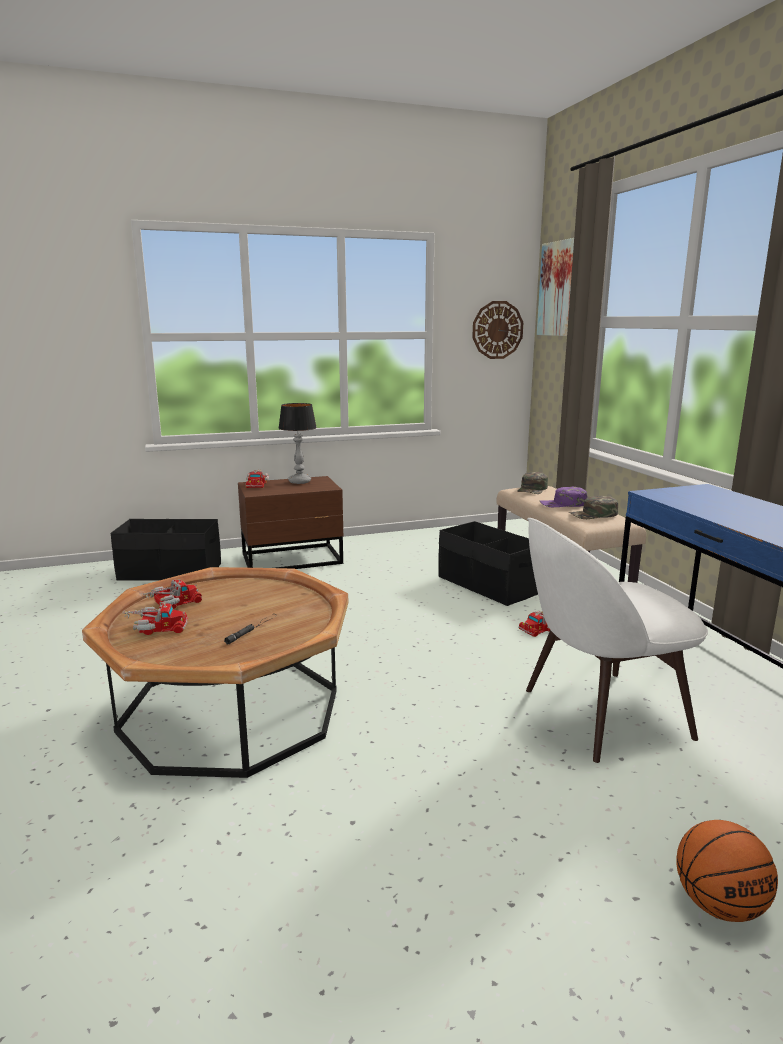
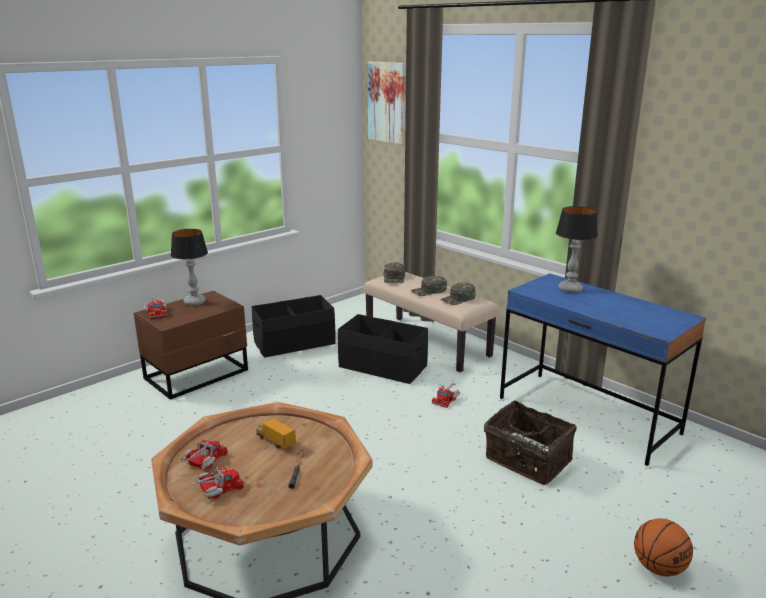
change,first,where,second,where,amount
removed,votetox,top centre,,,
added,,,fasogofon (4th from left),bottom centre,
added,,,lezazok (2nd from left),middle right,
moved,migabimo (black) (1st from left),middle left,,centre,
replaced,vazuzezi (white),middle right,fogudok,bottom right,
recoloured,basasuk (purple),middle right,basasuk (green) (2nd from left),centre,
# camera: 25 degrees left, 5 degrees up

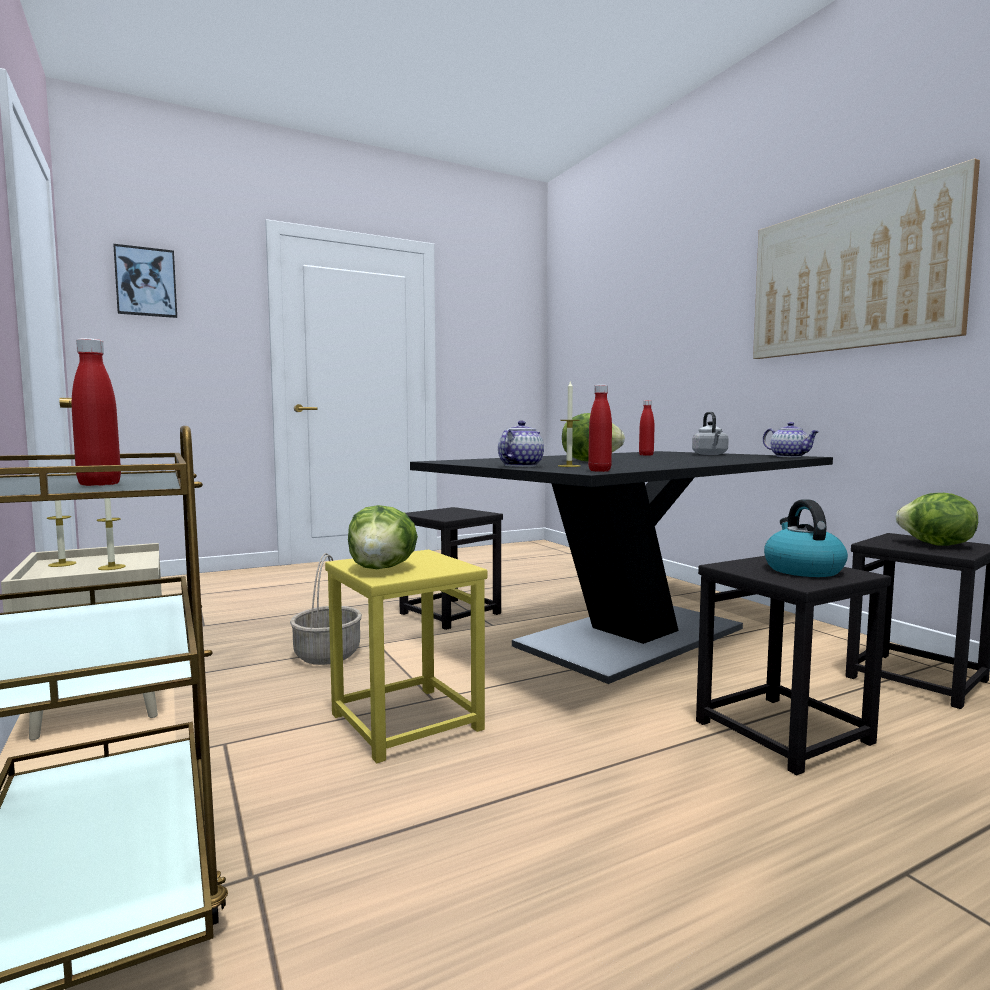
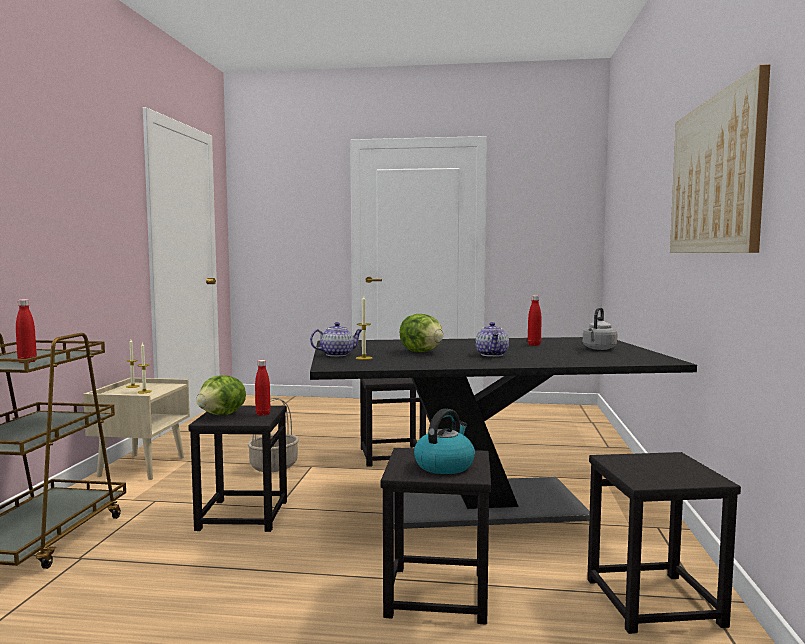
change,first,where,second,where,amount
removed,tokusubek (1st from left),top left,,,
removed,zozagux (3rd from left),middle right,,,
moved,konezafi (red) (2nd from left),centre,,middle left,
moved,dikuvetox (2nd from left),middle right,,centre,
recoloured,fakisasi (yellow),centre,fakisasi (black) (1st from left),bottom left,
# camera: 35 degrees right, 0 degrees up

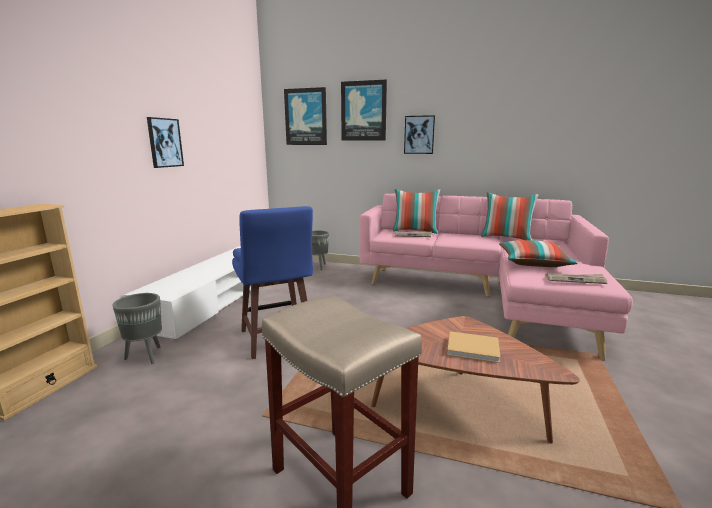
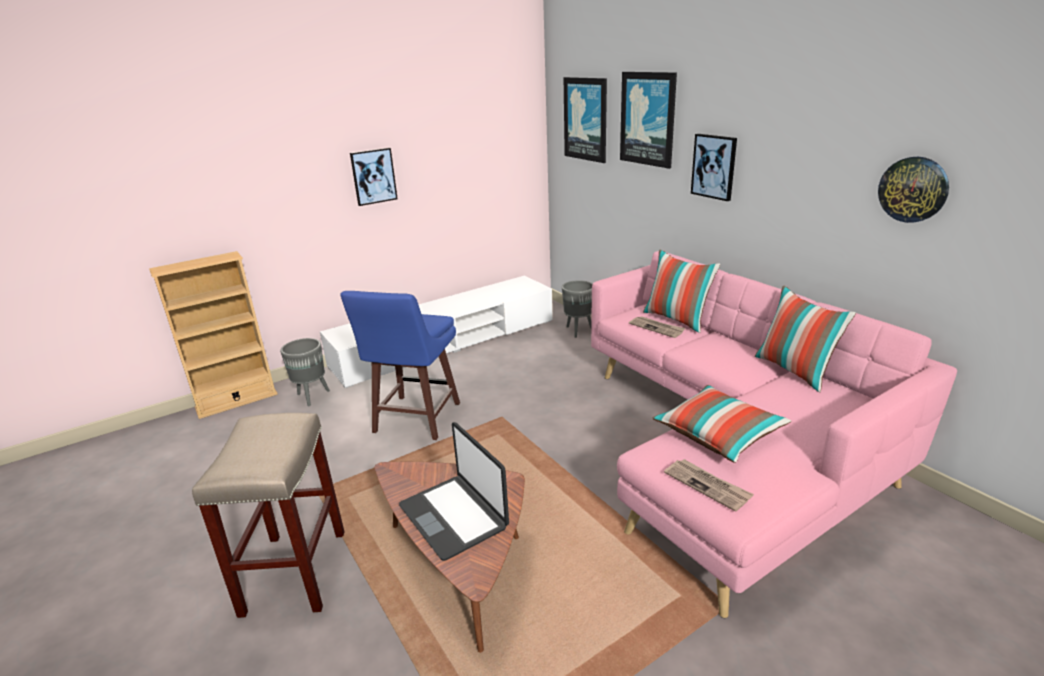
change,first,where,second,where,amount
added,,,votetox,top right,
replaced,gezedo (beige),bottom centre,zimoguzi,bottom centre,
# camera: 40 degrees right, 10 degrees up

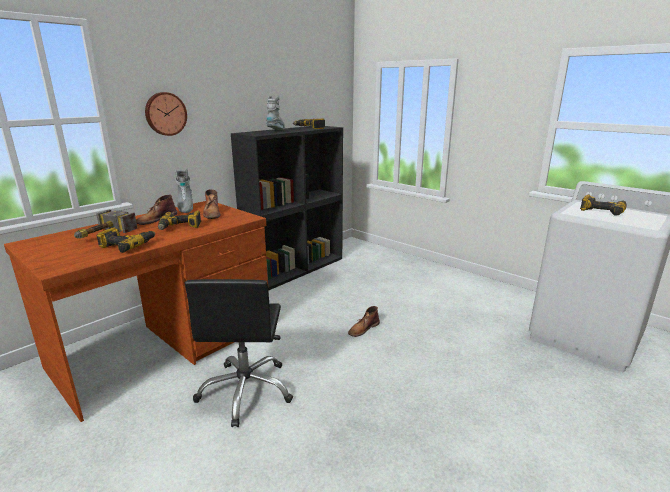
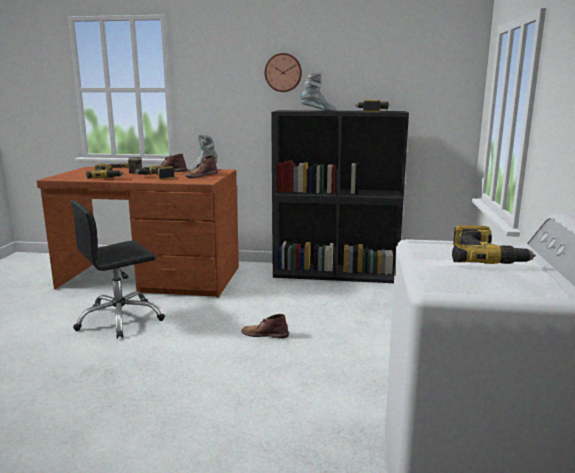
change,first,where,second,where,amount
moved,votetox,top left,,top centre,
# camera: 55 degrees right, 5 degrees down

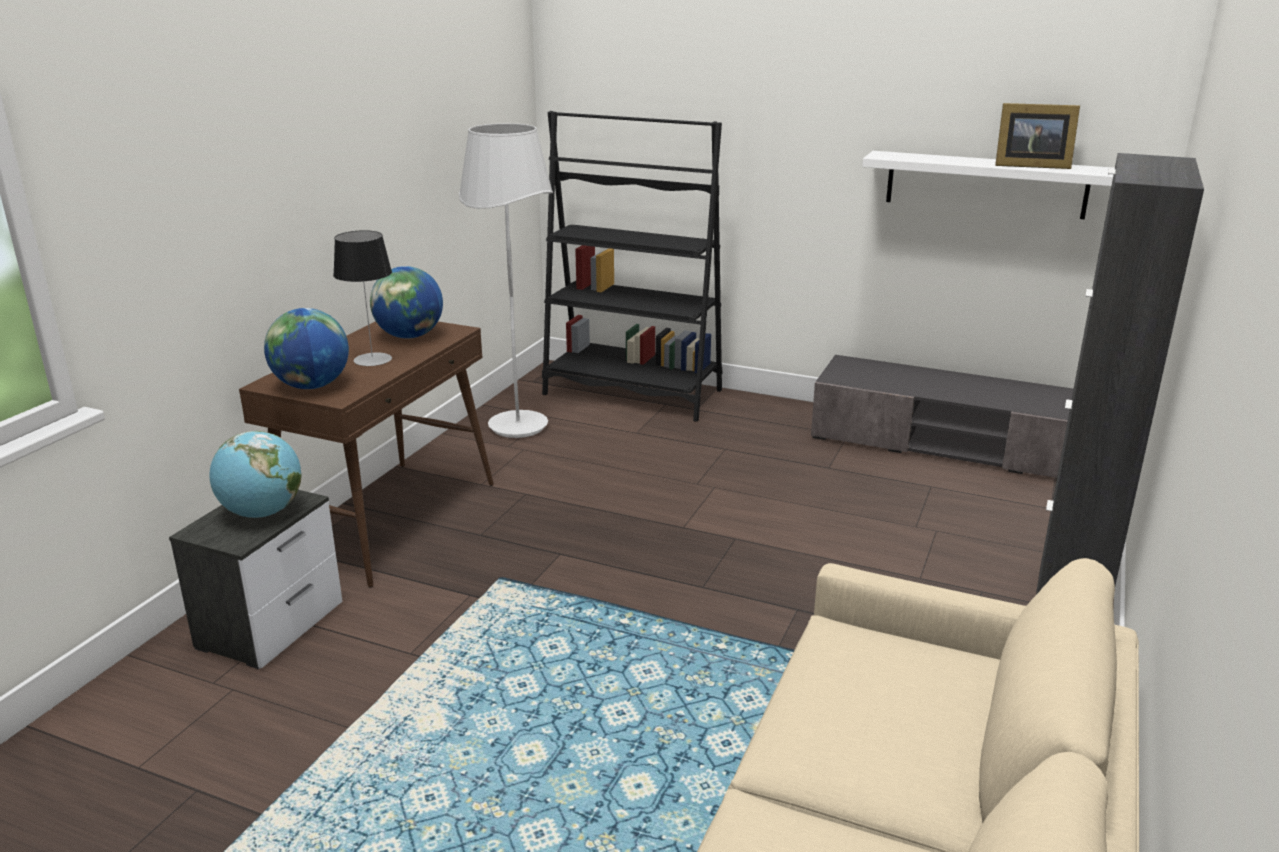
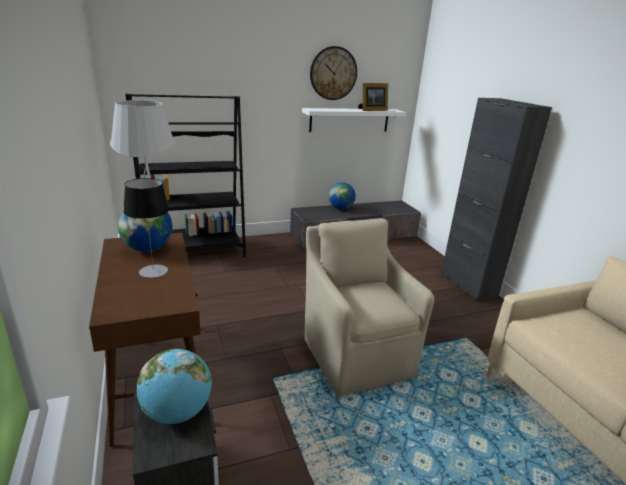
change,first,where,second,where,amount
added,,,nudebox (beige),centre,
added,,,votetox,top centre,
moved,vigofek (2nd from left in the first image),middle left,vigofek (3rd from left),centre,
# camera: 45 degrees left, 0 degrees up

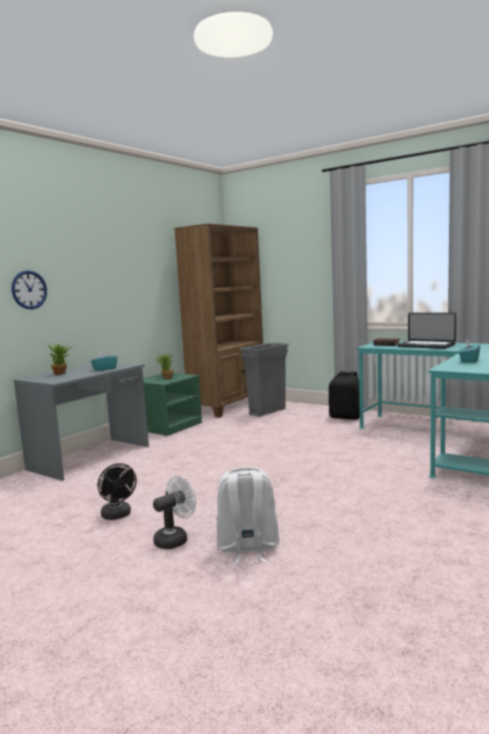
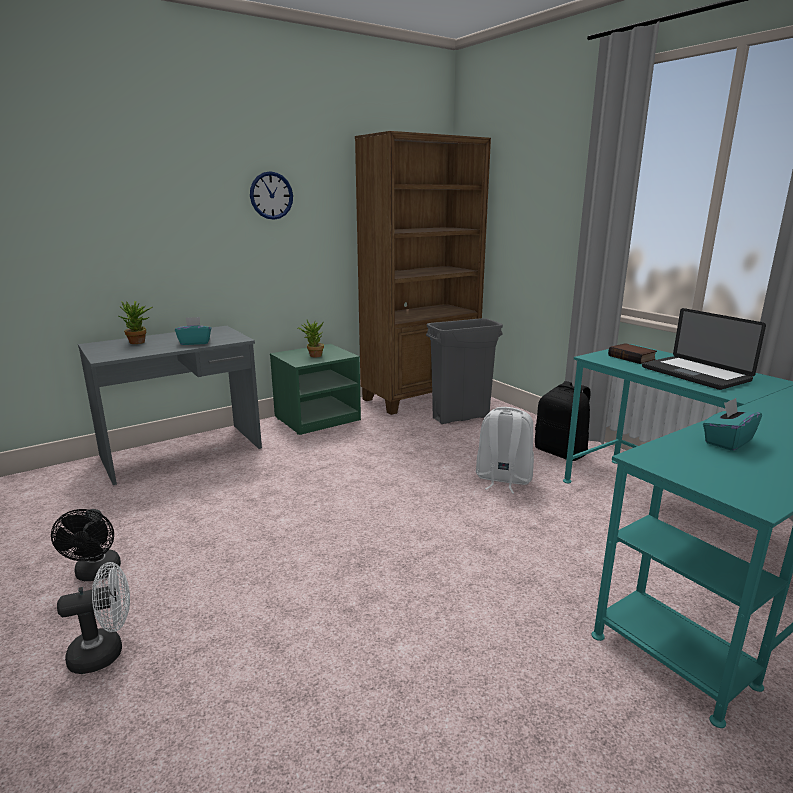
change,first,where,second,where,amount
moved,votetox,middle left,,top centre,
moved,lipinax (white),bottom centre,,centre,
# camera: 20 degrees right, 10 degrees up

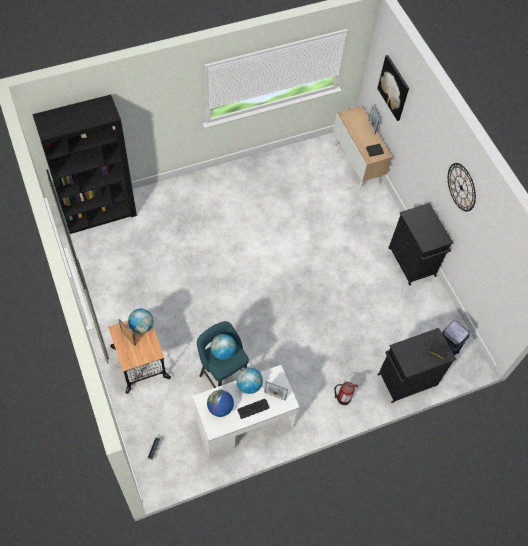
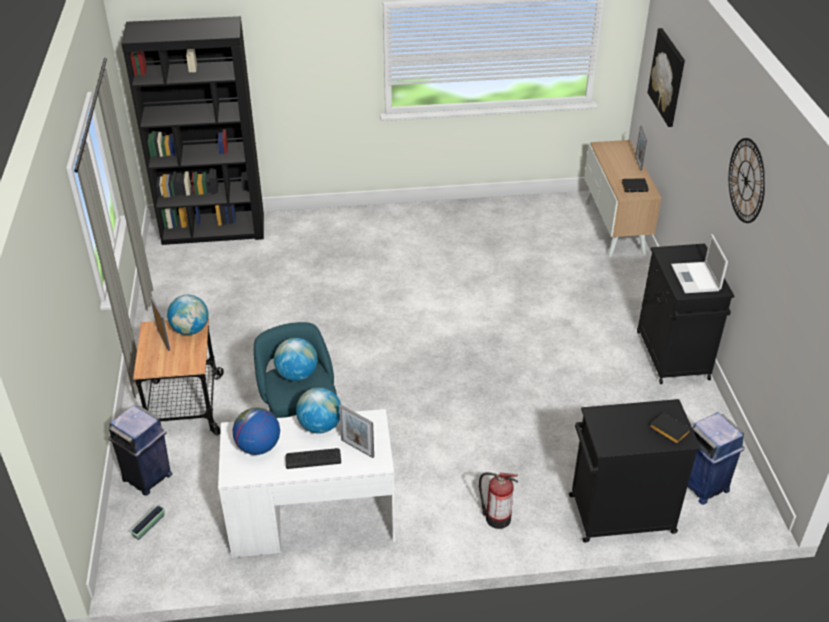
change,first,where,second,where,amount
added,,,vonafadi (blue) (1st from left),bottom left,
added,,,zimoguzi,middle right,
# camera: 20 degrees right, 20 degrees down

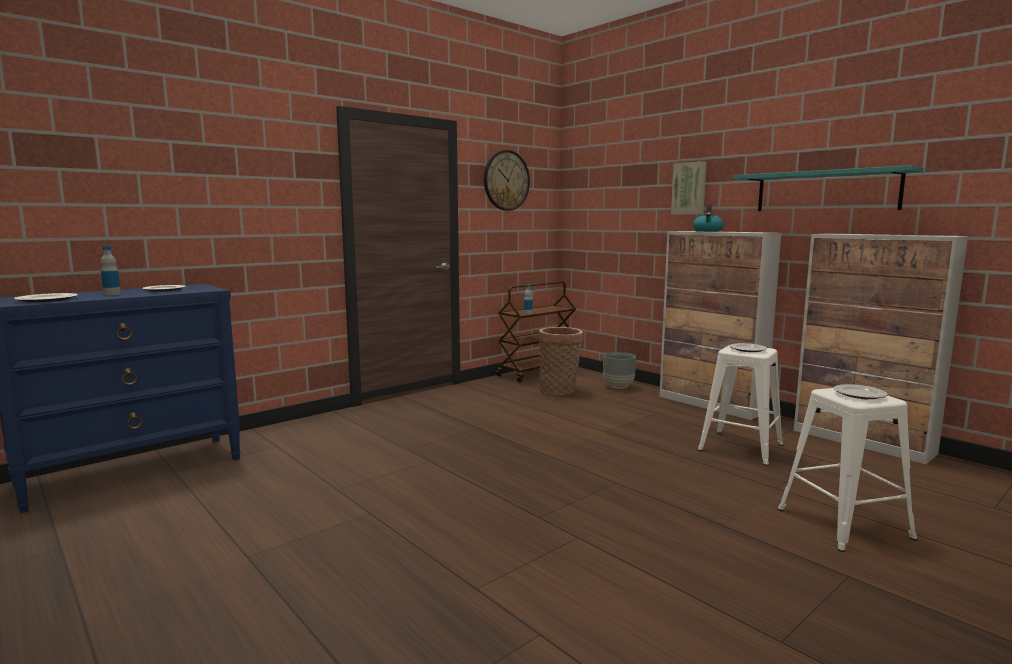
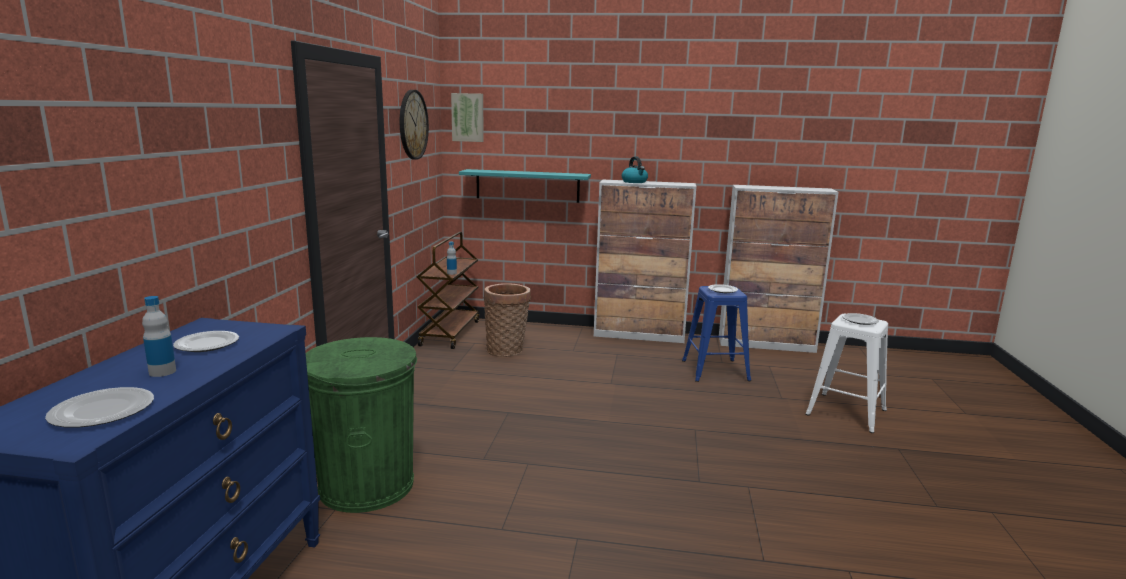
change,first,where,second,where,amount
removed,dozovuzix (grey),centre,,,
added,,,vonafadi (green),bottom left,
moved,tokusubek,top right,,top centre,
moved,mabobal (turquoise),top right,,top centre,
recoloured,fakisasi (white) (1st from left),middle right,fakisasi (blue),centre,
# camera: 40 degrees left, 5 degrees up

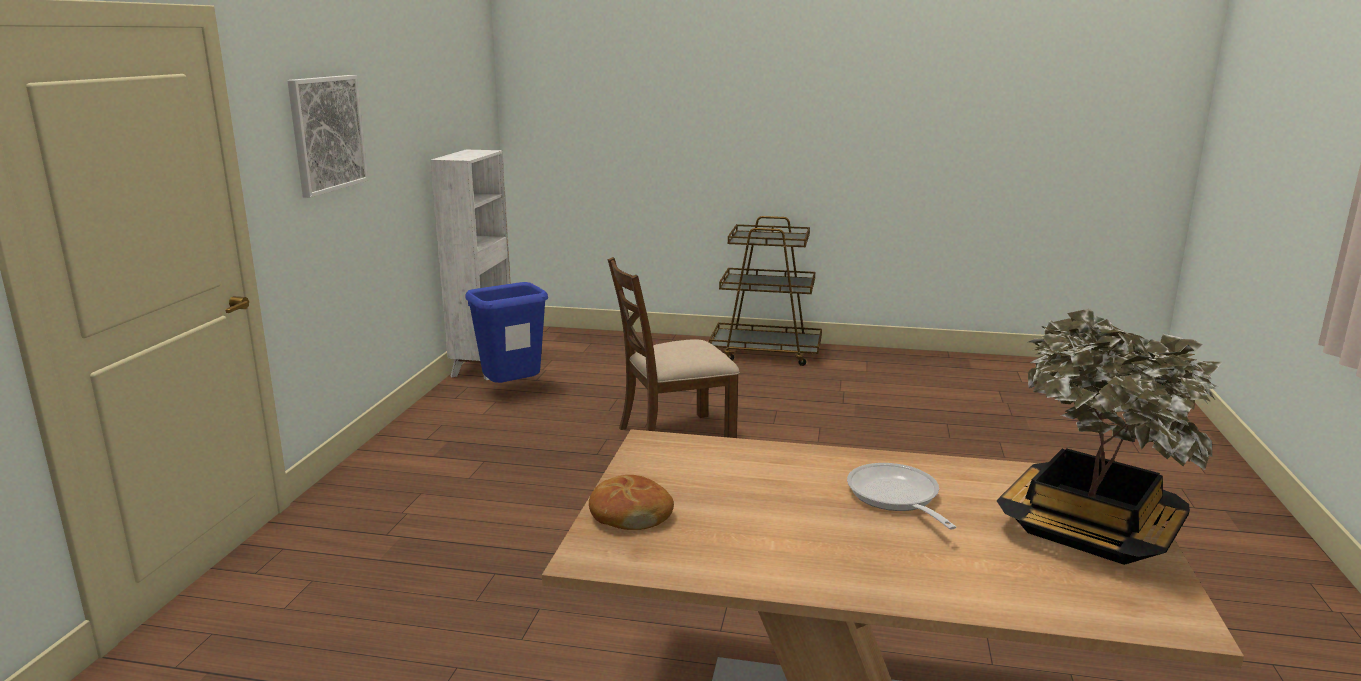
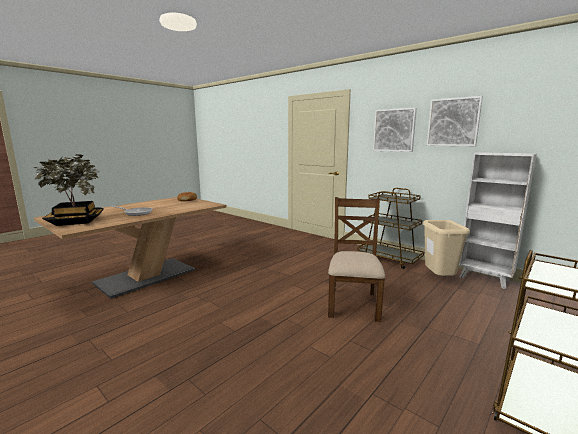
change,first,where,second,where,amount
added,,,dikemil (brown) (1st from left),middle right,
added,,,tokusubek (2nd from left),top right,
recoloured,vonafadi (blue),centre,vonafadi (beige),middle right,
# camera: 120 degrees right, 5 degrees down

